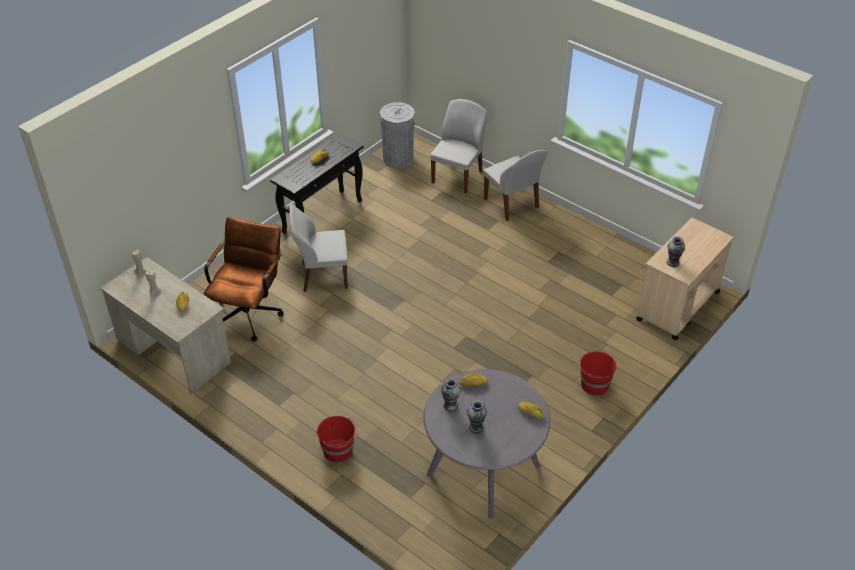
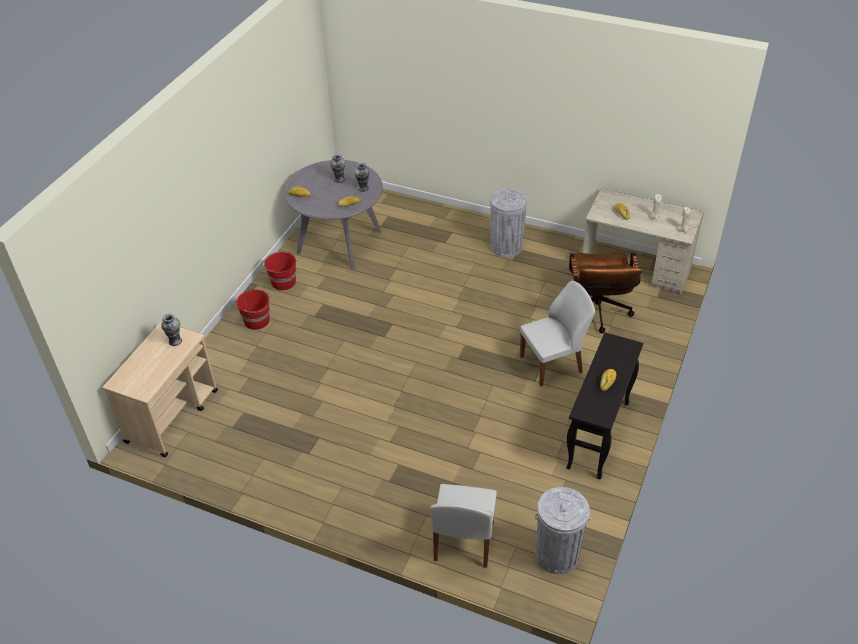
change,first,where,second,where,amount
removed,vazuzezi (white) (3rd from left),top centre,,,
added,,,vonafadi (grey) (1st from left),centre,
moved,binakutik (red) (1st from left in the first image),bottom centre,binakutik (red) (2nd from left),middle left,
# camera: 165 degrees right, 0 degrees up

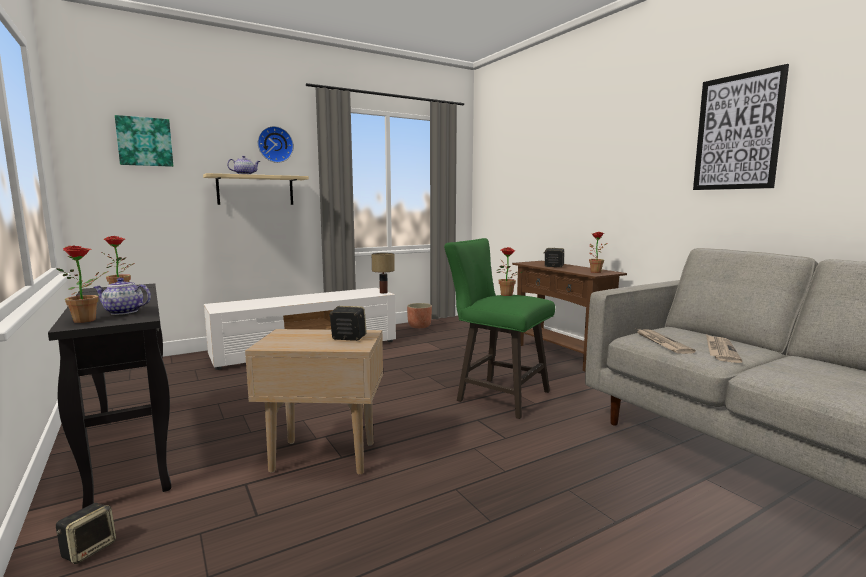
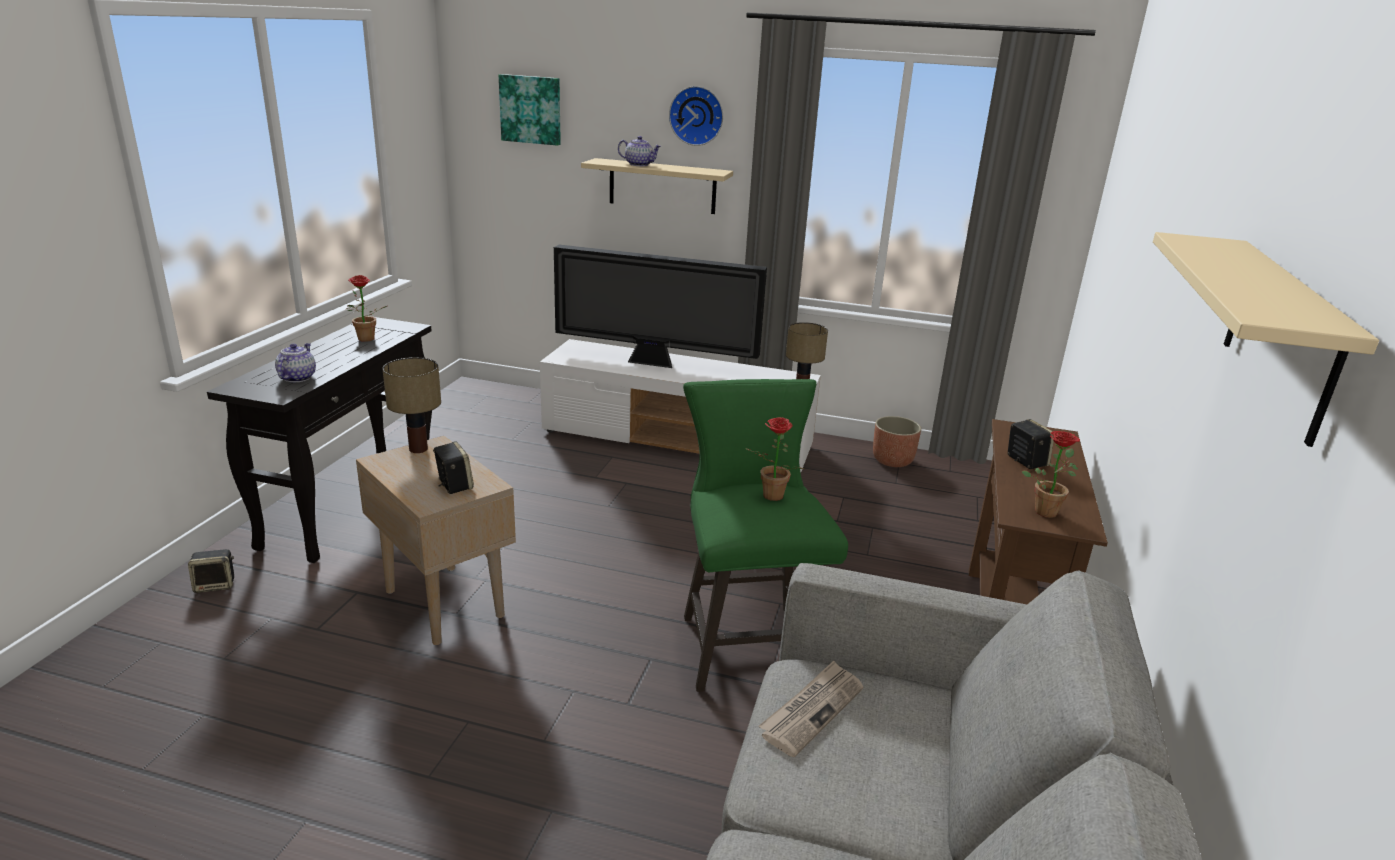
change,first,where,second,where,amount
removed,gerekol (1st from left),middle left,,,
removed,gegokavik (2nd from left),middle right,,,
added,,,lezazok (1st from left),middle left,
added,,,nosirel,centre,
replaced,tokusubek (2nd from left),top right,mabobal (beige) (2nd from left),middle right,
turned,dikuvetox (1st from left),middle left,,middle left,45 degrees clockwise
# camera: 45 degrees right, 15 degrees up

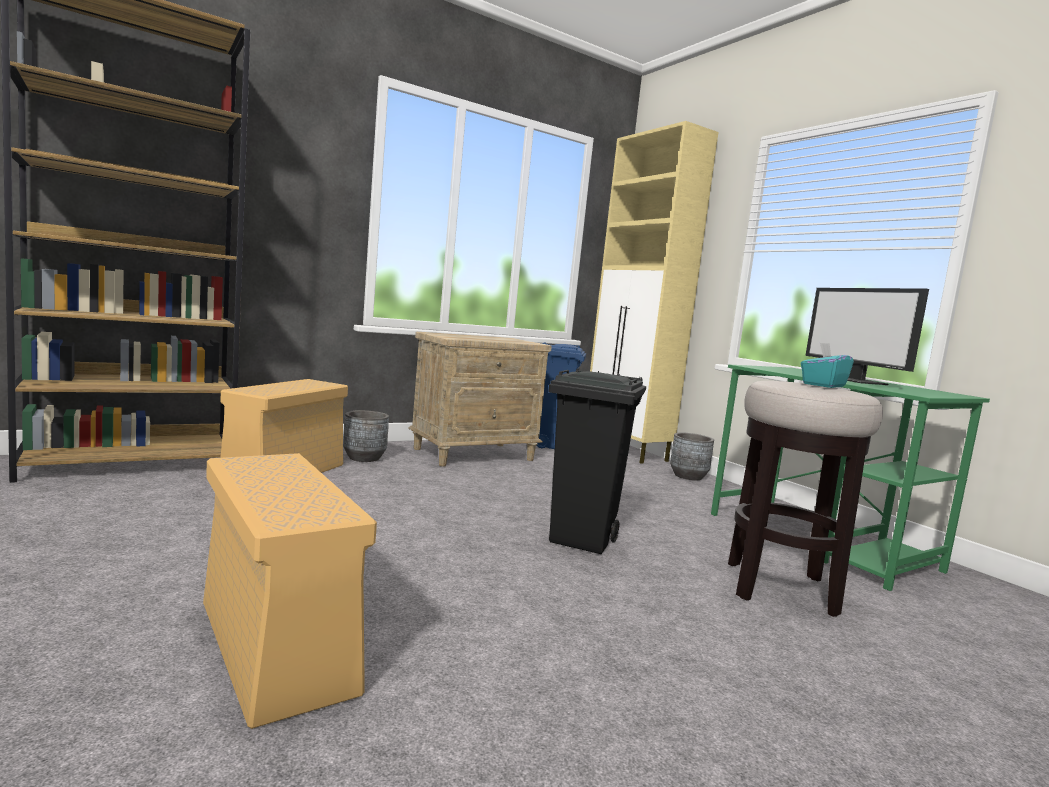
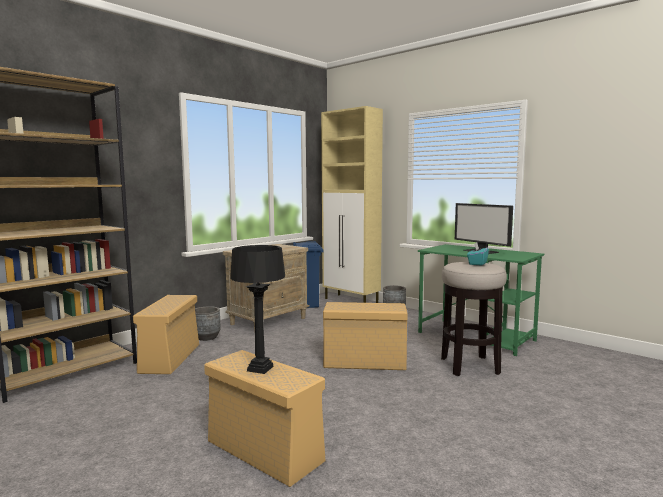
change,first,where,second,where,amount
added,,,lezazok (black),centre,
replaced,vonafadi (black),centre,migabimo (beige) (3rd from left),bottom centre,
# camera: 15 degrees left, 0 degrees up

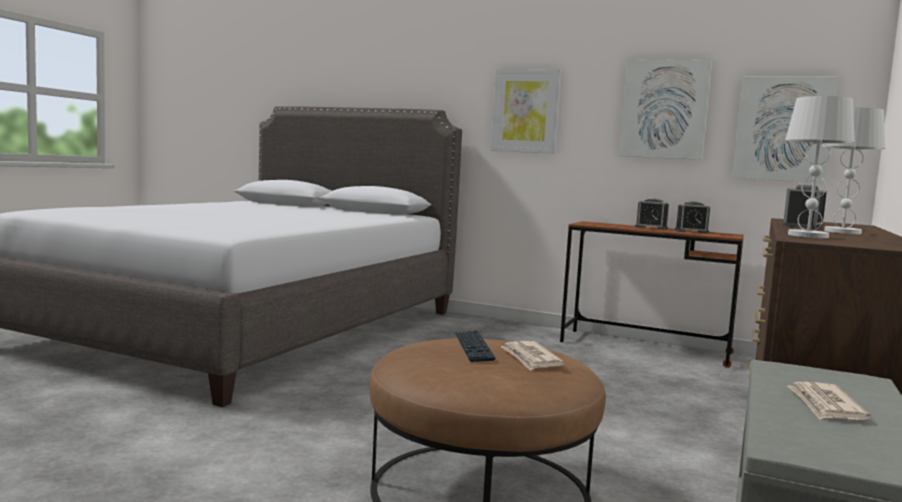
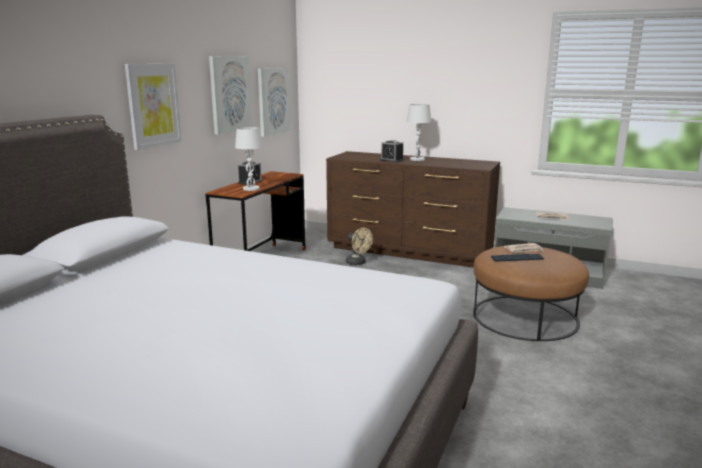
change,first,where,second,where,amount
removed,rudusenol (2nd from left),middle right,,,
added,,,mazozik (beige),centre,
moved,lezazok (white) (1st from left),top right,,centre,
# camera: 90 degrees left, 10 degrees up

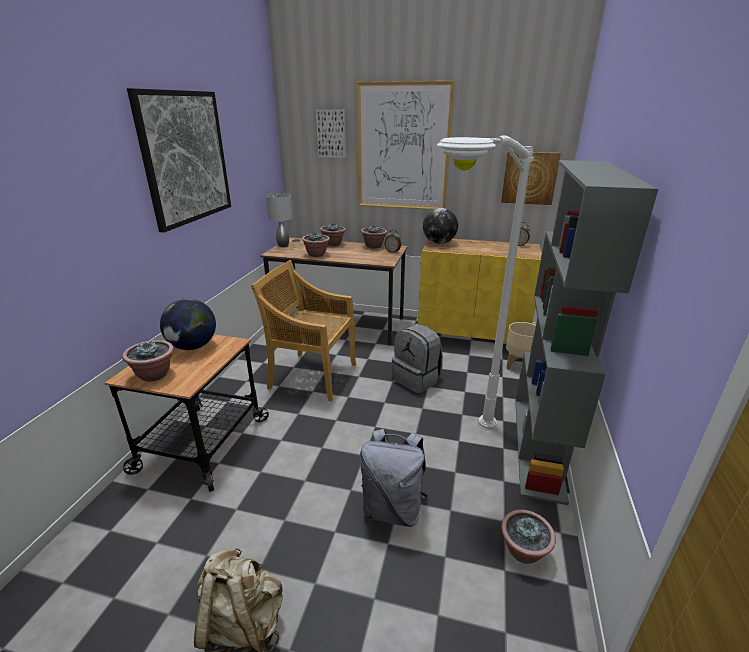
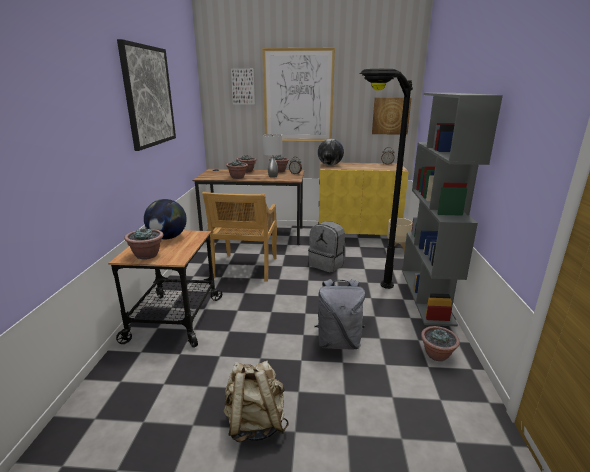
change,first,where,second,where,amount
moved,lezazok (grey),centre,,top centre,
recoloured,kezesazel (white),centre,kezesazel (black),centre,
turned,vazuzezi (beige),centre,,centre,90 degrees counterclockwise
# camera: 10 degrees left, 5 degrees down

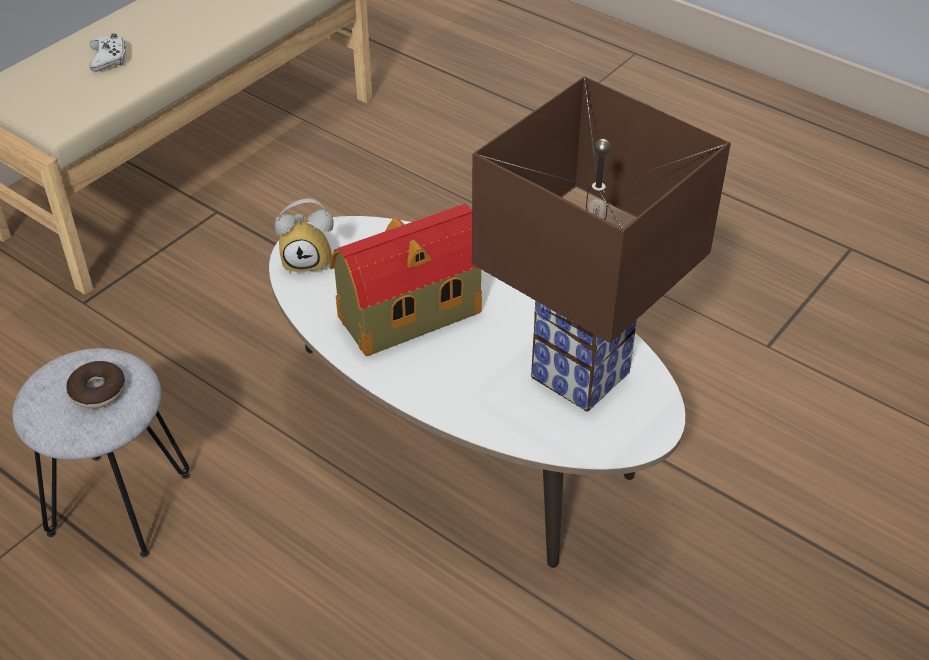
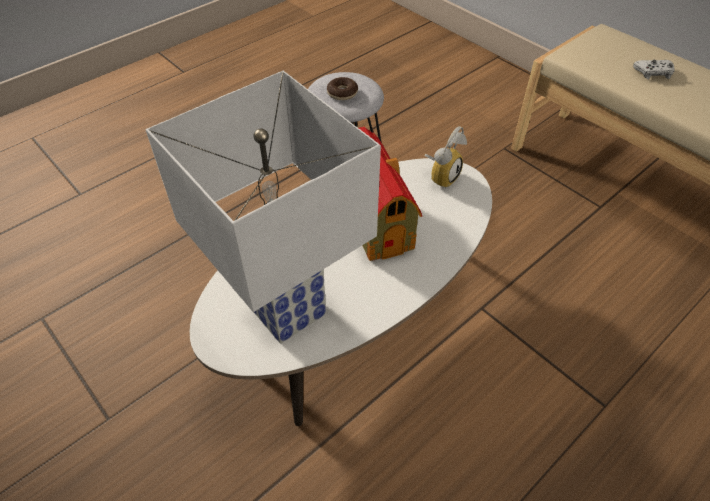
change,first,where,second,where,amount
recoloured,lezazok (brown),centre,lezazok (white),centre,
turned,rudusenol,middle left,,top centre,150 degrees counterclockwise
# camera: 100 degrees right, 5 degrees up

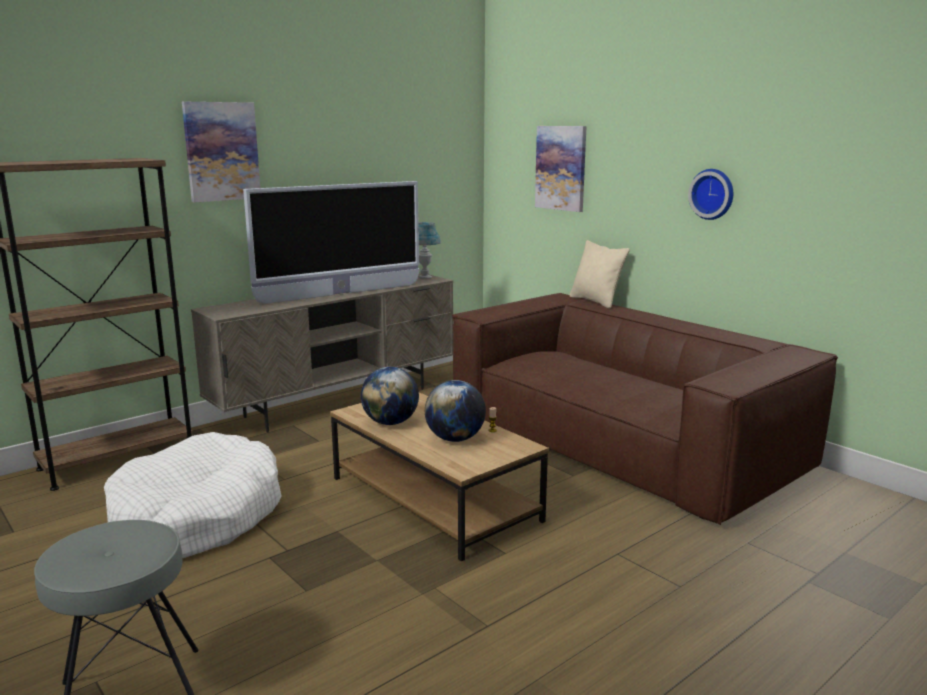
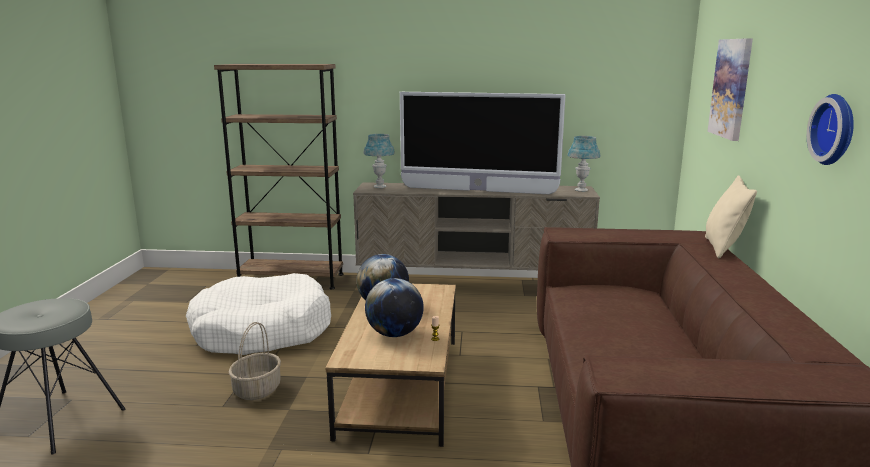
change,first,where,second,where,amount
removed,tokusubek (1st from left),top left,,,
added,,,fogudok,bottom left,
added,,,lezazok (blue) (1st from left),centre,
# camera: 45 degrees right, 0 degrees up

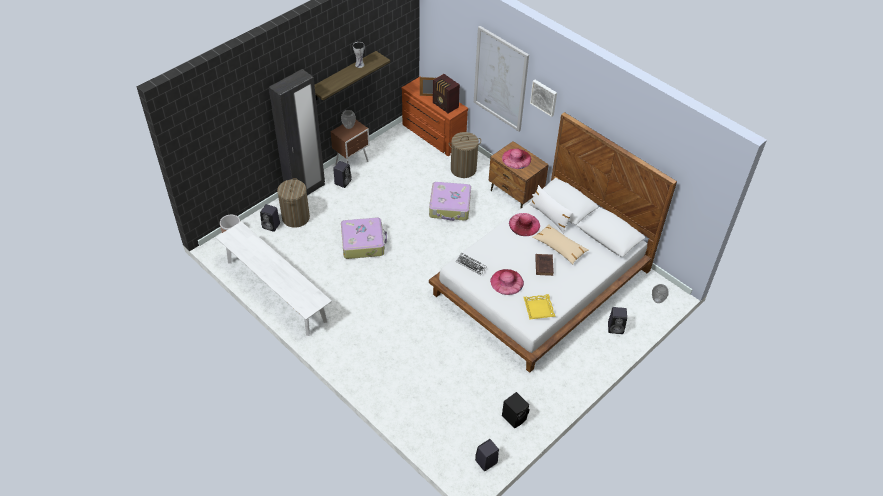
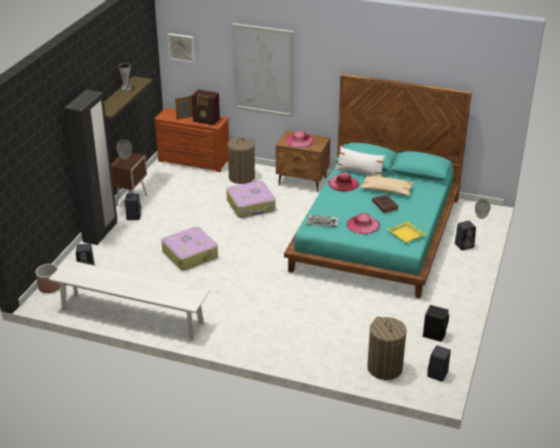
change,first,where,second,where,amount
moved,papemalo (1st from left in the first image),middle left,papemalo (2nd from left),bottom right,
moved,tokusubek (2nd from left in the first image),top centre,tokusubek (1st from left),top left,
recoloured,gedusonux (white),centre,gedusonux (turquoise),middle right,
# camera: 25 degrees left, 15 degrees down

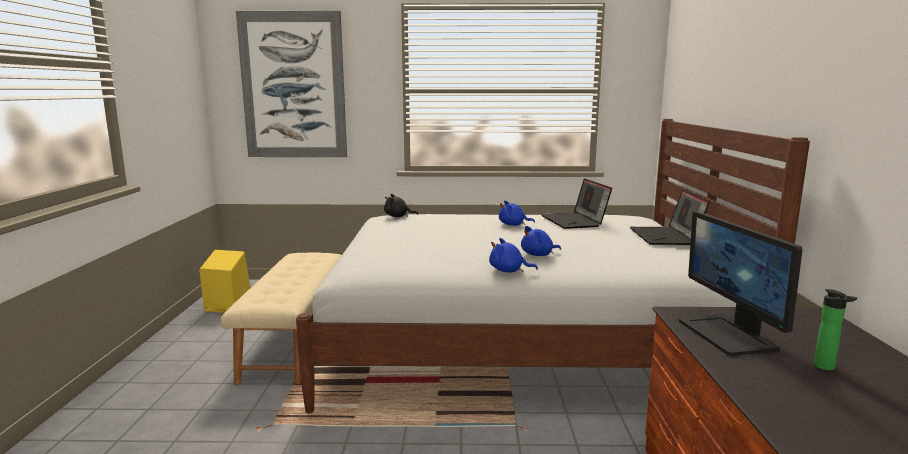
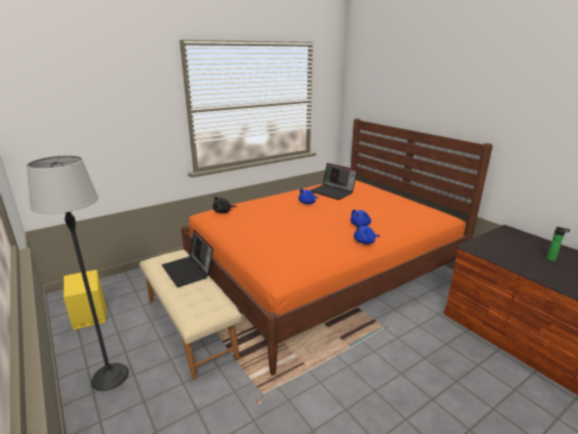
change,first,where,second,where,amount
removed,tokusubek,top left,,,
removed,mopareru,middle right,,,
added,,,kezesazel,middle left,
moved,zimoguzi (2nd from left in the first image),middle right,zimoguzi (1st from left),middle left,
recoloured,gedusonux (white),centre,gedusonux (orange),centre,
# camera: 35 degrees left, 10 degrees up

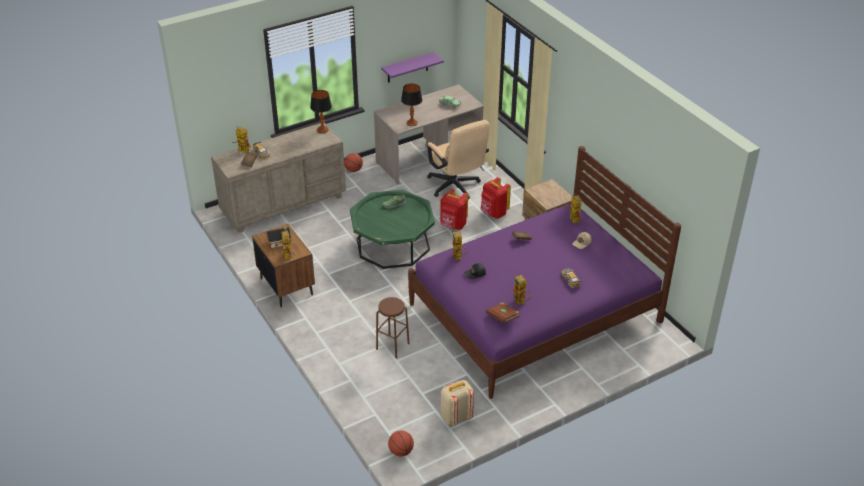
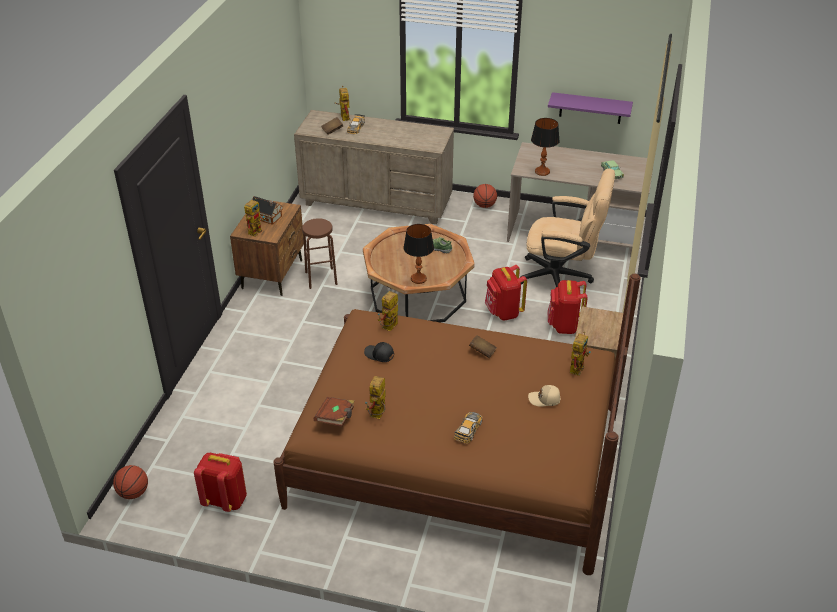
change,first,where,second,where,amount
moved,lezazok (1st from left),top centre,,centre,
moved,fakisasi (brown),bottom centre,,centre,
recoloured,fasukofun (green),centre,fasukofun (brown),centre,
recoloured,gedusonux (purple),centre,gedusonux (brown),bottom centre,
recoloured,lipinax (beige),bottom centre,lipinax (red) (1st from left),bottom left,
turned,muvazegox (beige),top centre,,middle right,90 degrees counterclockwise
# camera: 45 degrees right, 0 degrees up

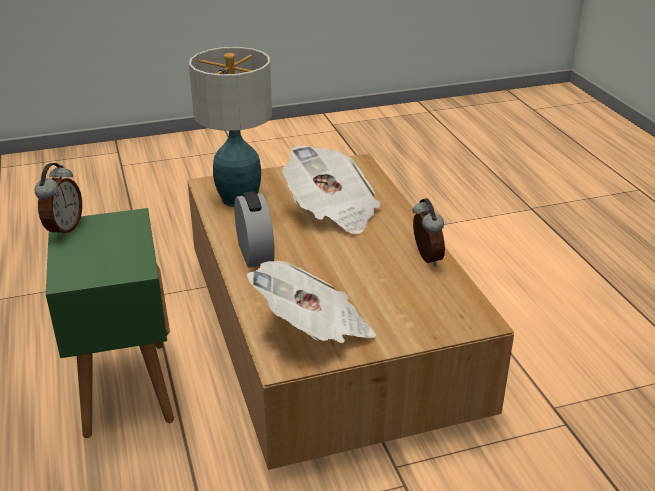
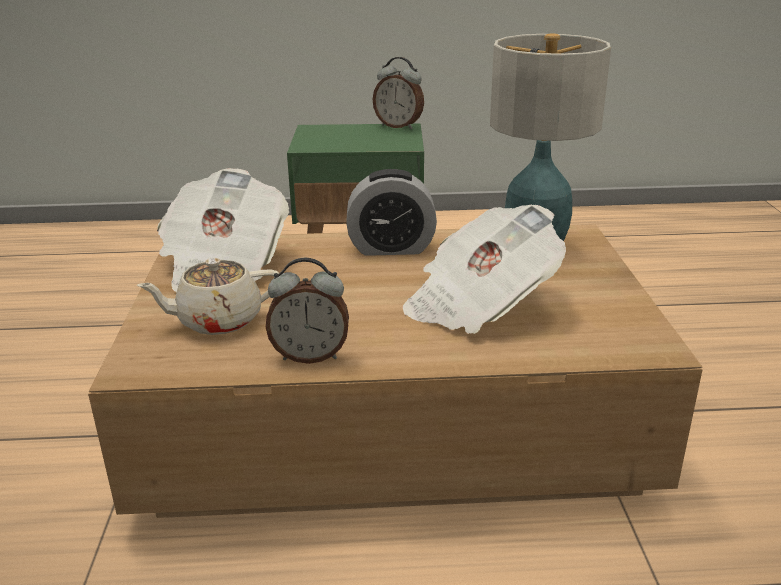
change,first,where,second,where,amount
added,,,dikuvetox (beige),middle left,
# camera: 105 degrees right, 5 degrees down

